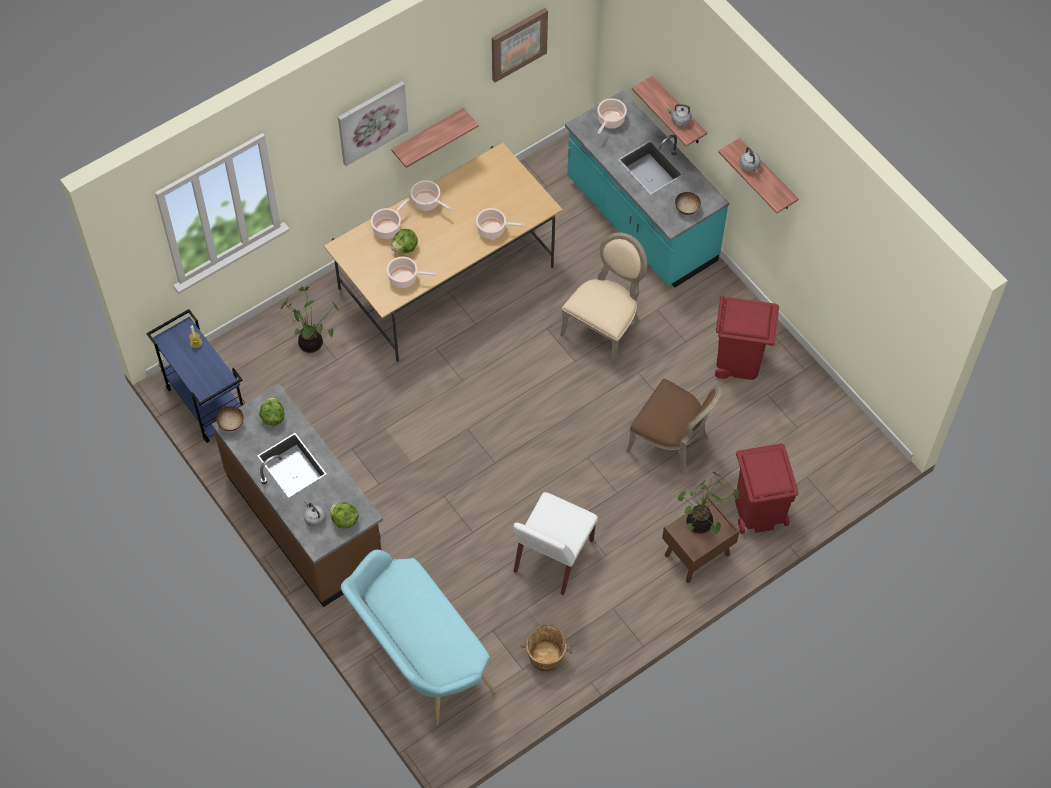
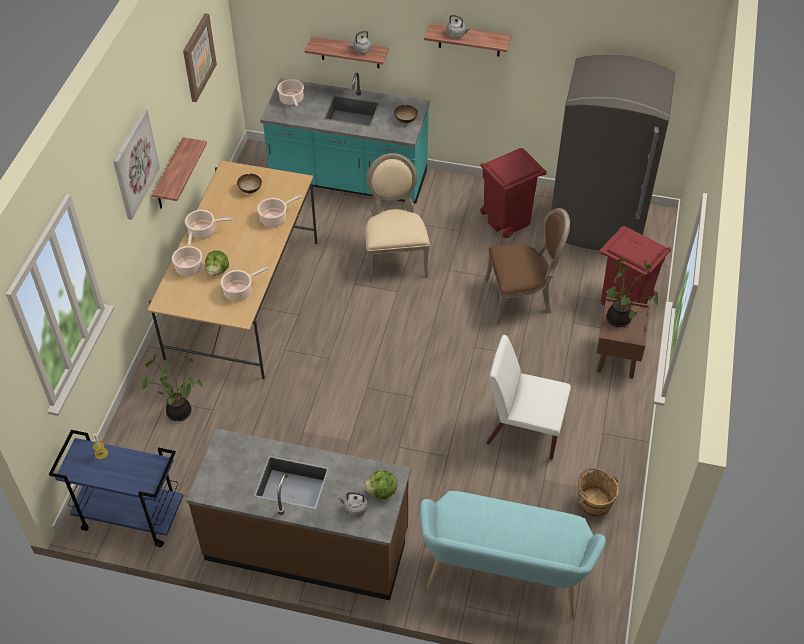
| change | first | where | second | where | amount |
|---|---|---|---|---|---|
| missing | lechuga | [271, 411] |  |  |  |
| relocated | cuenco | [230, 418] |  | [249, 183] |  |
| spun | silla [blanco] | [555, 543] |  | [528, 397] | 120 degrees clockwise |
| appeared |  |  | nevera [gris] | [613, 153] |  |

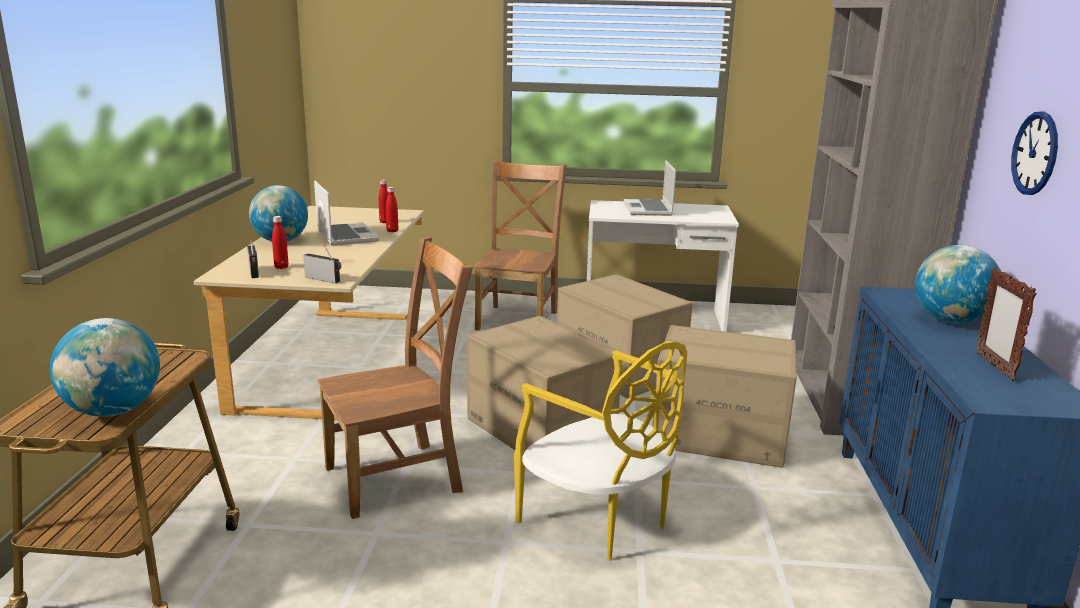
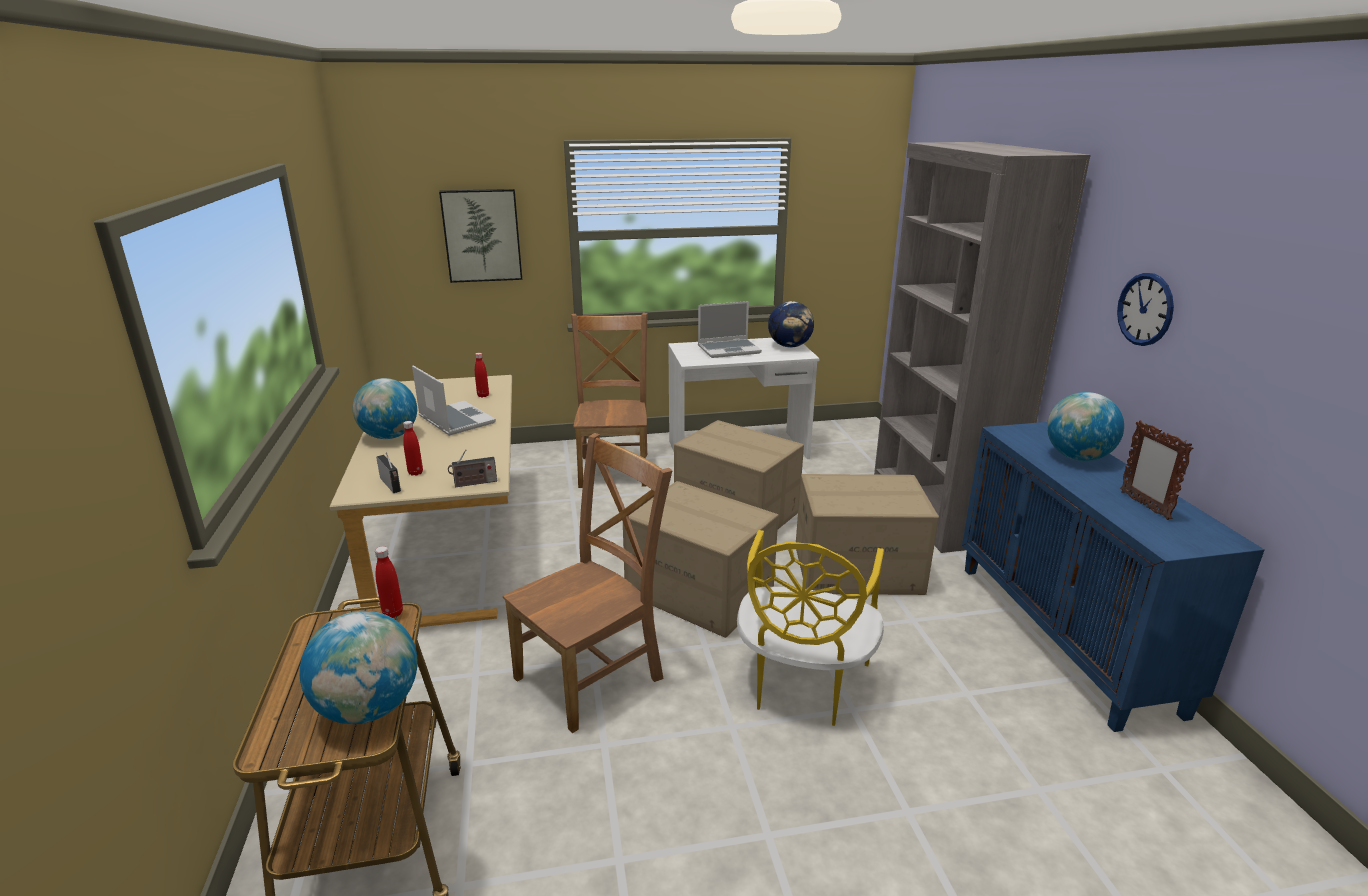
| change | first | where | second | where | amount |
|---|---|---|---|---|---|
| spun | portátil | [650, 188] |  | [730, 329] | 90 degrees counterclockwise |
| relocated | botella [rojo] | [392, 209] |  | [389, 582] |  |
| spun | radio | [322, 264] |  | [472, 468] | 150 degrees clockwise |
| spun | silla [amarillo] | [600, 451] |  | [810, 628] | 75 degrees clockwise |
| appeared |  |  | cuadro | [480, 236] |  |
| appeared |  |  | globo terráqueo | [791, 324] |  |

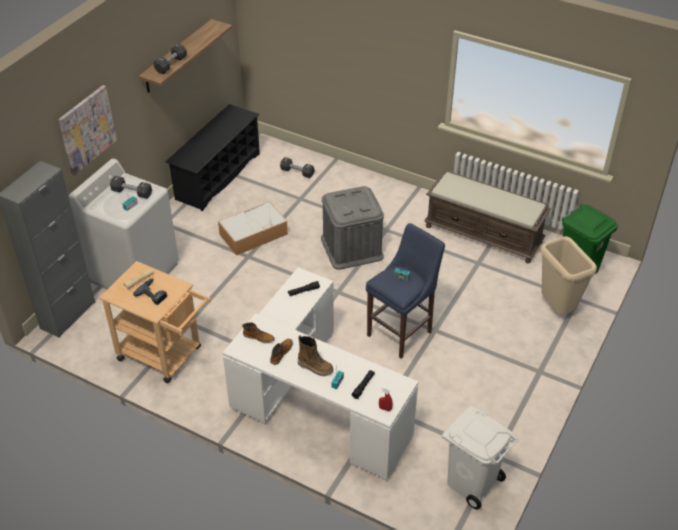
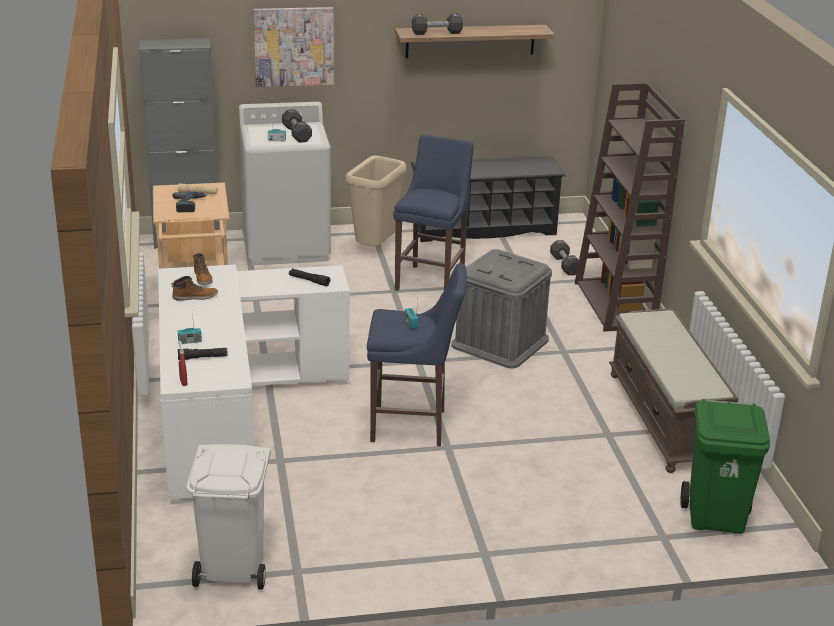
| change | first | where | second | where | amount |
|---|---|---|---|---|---|
| exchanged | caja de almacenaje | [253, 228] | taburete [azul] | [433, 212] |  |
| relocated | papelera [beis] | [569, 275] |  | [375, 201] |  |
| missing | bota | [315, 355] |  |  |  |
| appeared |  |  | estantería [marrón] | [630, 207] |  |

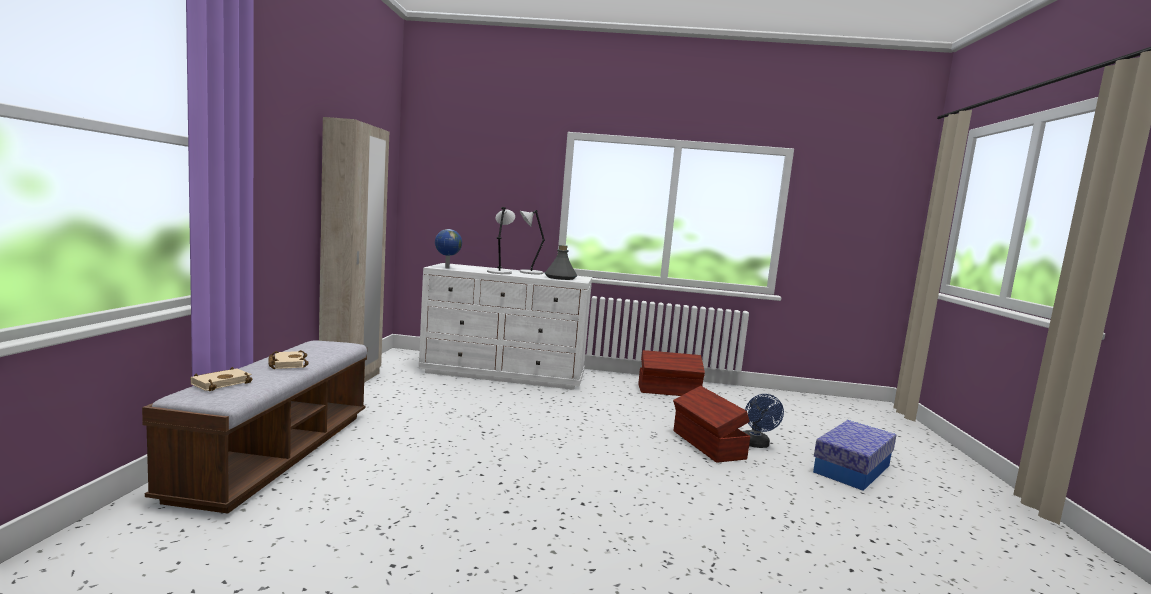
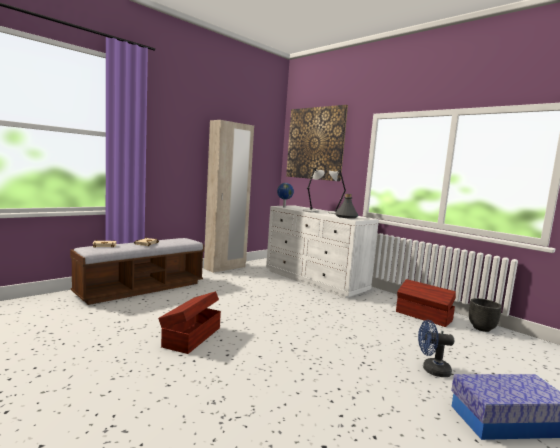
| change | first | where | second | where | amount |
|---|---|---|---|---|---|
| relocated | caja de almacenaje [marrón] | [711, 424] |  | [189, 322] |  |
| spun | ventilador [azul] | [763, 421] |  | [436, 348] | 60 degrees clockwise |
| appeared |  |  | cuadro | [317, 143] |  |
| appeared |  |  | maceta [negro] | [485, 315] |  |

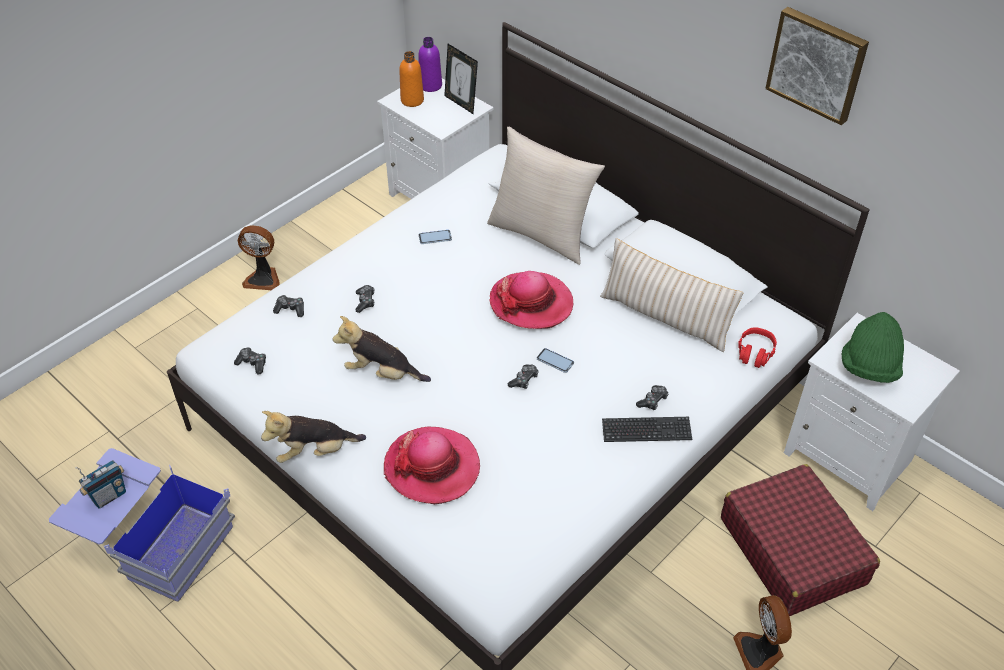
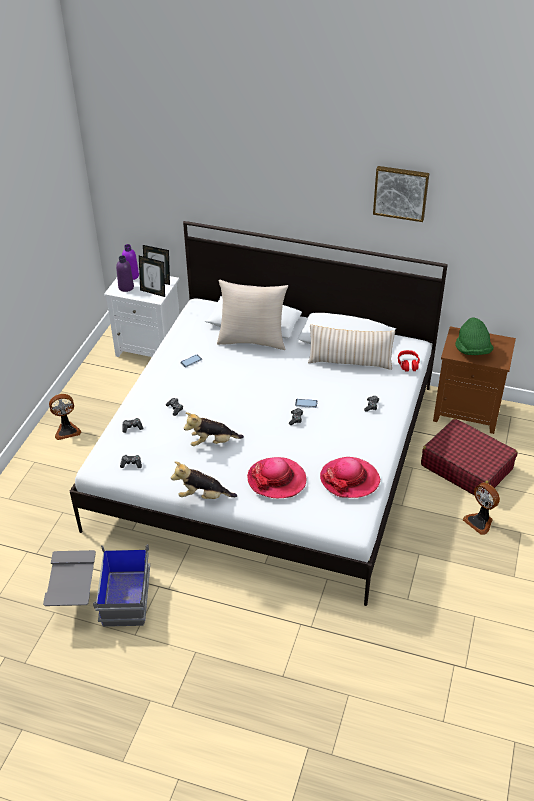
| change | first | where | second | where | amount |
|---|---|---|---|---|---|
| colour | botella [naranja] | [411, 79] | botella [morado] | [125, 274] |  |
| relocated | sombrero | [532, 300] |  | [350, 477] |  |
| colour | mesita de noche [blanco] | [872, 412] | mesita de noche [marrón] | [474, 380] |  |
| spun | peluche | [313, 437] |  | [204, 480] | 45 degrees clockwise |
| missing | teclado | [647, 429] |  |  |  |
| colour | caja de almacenaje [azul] | [142, 525] | caja de almacenaje [gris] | [96, 585] |  |
| missing | radio | [101, 484] |  |  |  |
| appeared |  |  | portarretratos | [152, 276] |  |

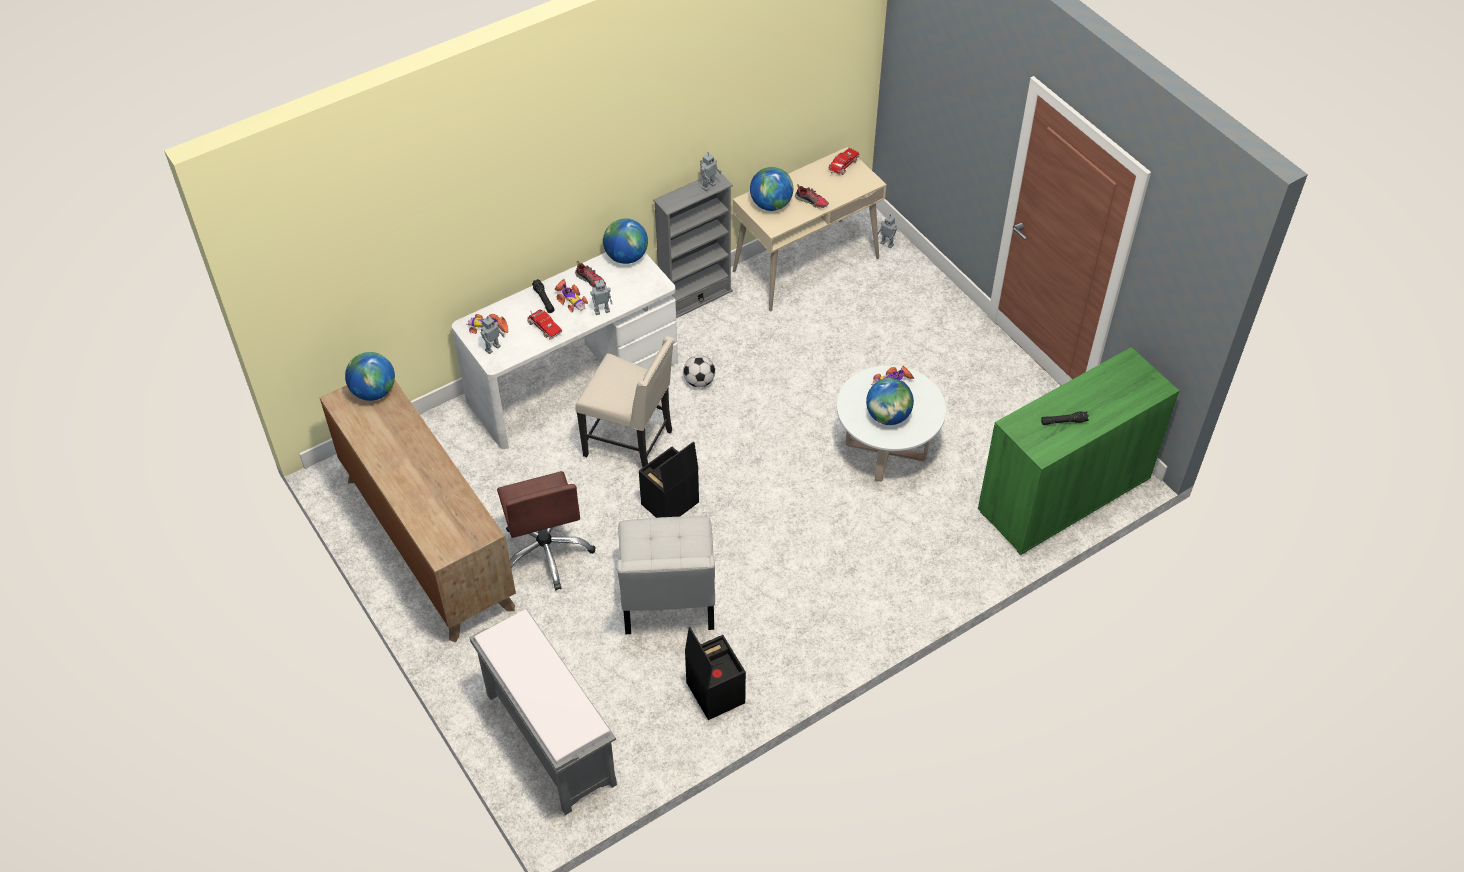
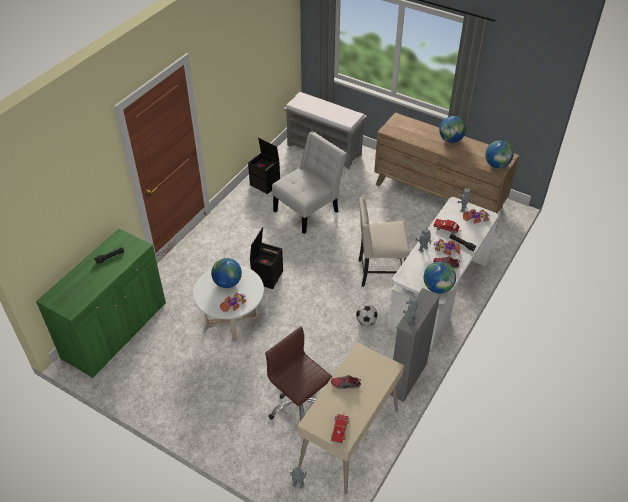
| change | first | where | second | where | amount |
|---|---|---|---|---|---|
| relocated | globo terráqueo | [771, 189] |  | [452, 129] |  |
| relocated | caja de almacenaje [negro] | [669, 479] |  | [266, 258] |  |
| relocated | silla de oficina [marrón] | [546, 530] |  | [298, 373] |  |
| spun | silla [blanco] | [666, 575] |  | [309, 183] | 75 degrees clockwise |

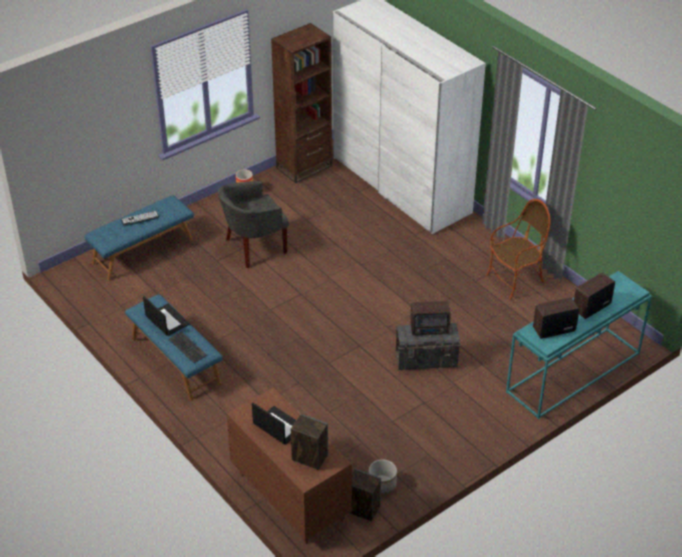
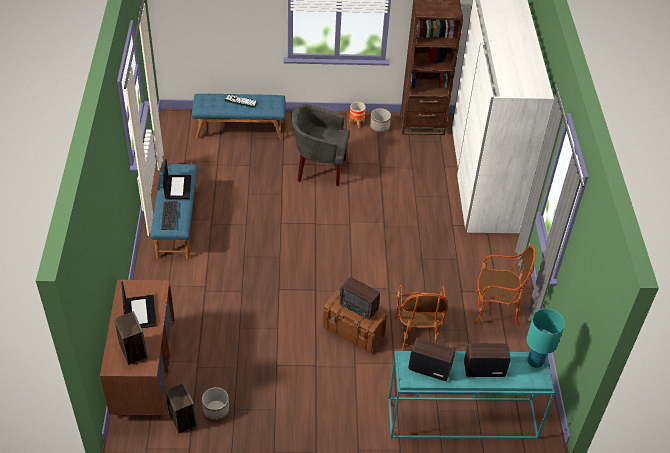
| change | first | where | second | where | amount |
|---|---|---|---|---|---|
| colour | caja de almacenaje [gris] | [428, 346] | caja de almacenaje [marrón] | [355, 321] |  |
| appeared |  |  | maceta | [380, 120] |  |
| appeared |  |  | sillón | [421, 318] |  |
| appeared |  |  | lámpara de mesa [turquesa] | [545, 338] |  |

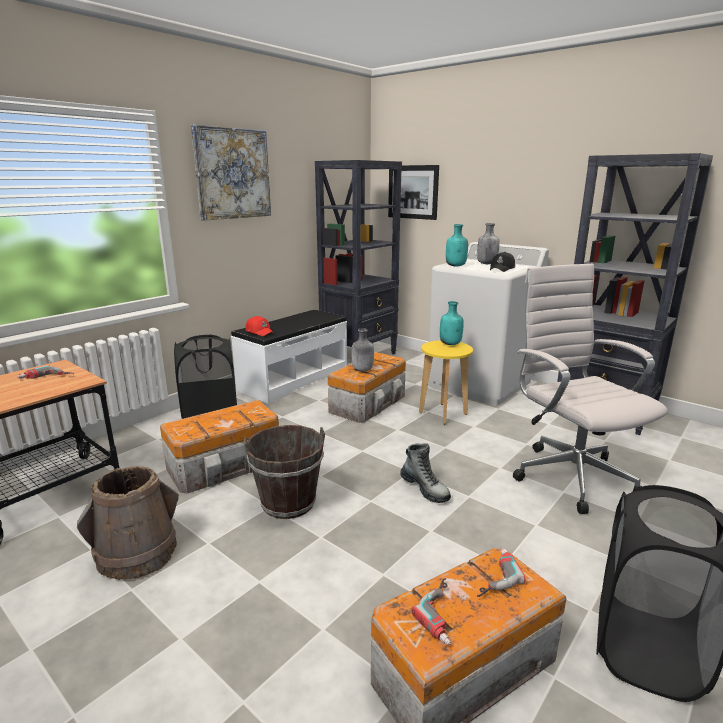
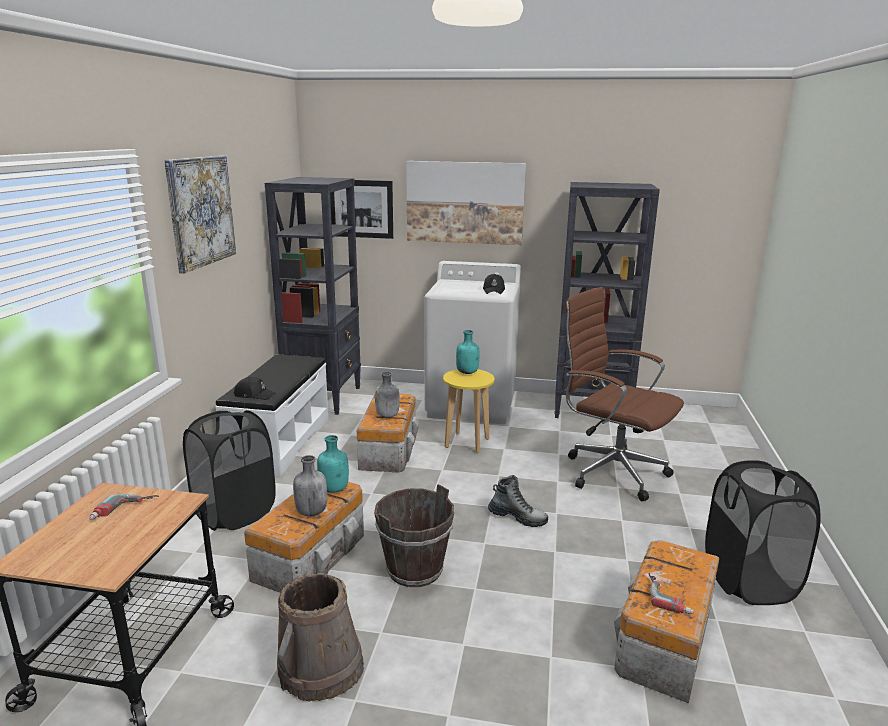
| change | first | where | second | where | amount |
|---|---|---|---|---|---|
| relocated | botella [gris] | [488, 243] |  | [310, 485] |  |
| relocated | botella [turquesa] | [457, 245] |  | [333, 464] |  |
| colour | silla de oficina [blanco] | [590, 389] | silla de oficina [marrón] | [624, 394] |  |
| colour | gorra [rojo] | [259, 326] | gorra [negro] | [255, 388] |  |
| missing | taladro | [501, 572] |  |  |  |
| appeared |  |  | cuadro | [466, 203] |  |

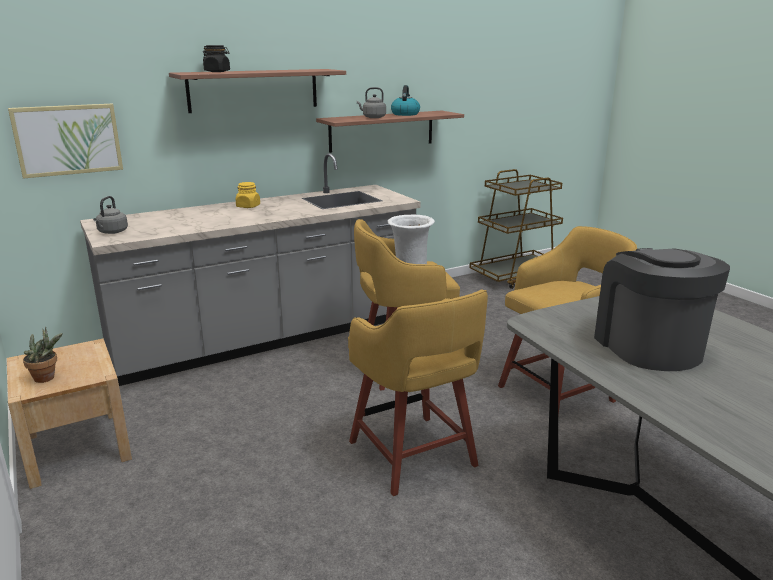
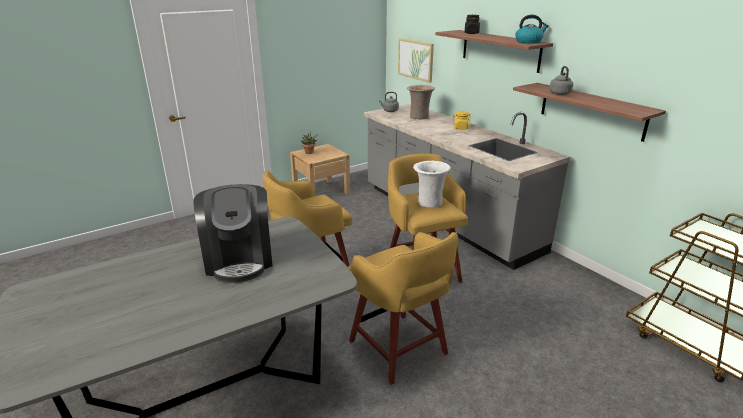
| change | first | where | second | where | amount |
|---|---|---|---|---|---|
| relocated | hervidor | [405, 100] |  | [532, 29] |  |
| spun | cafetera | [662, 309] |  | [233, 233] | 90 degrees clockwise |
| appeared |  |  | florero [beis] | [421, 102] |  |

